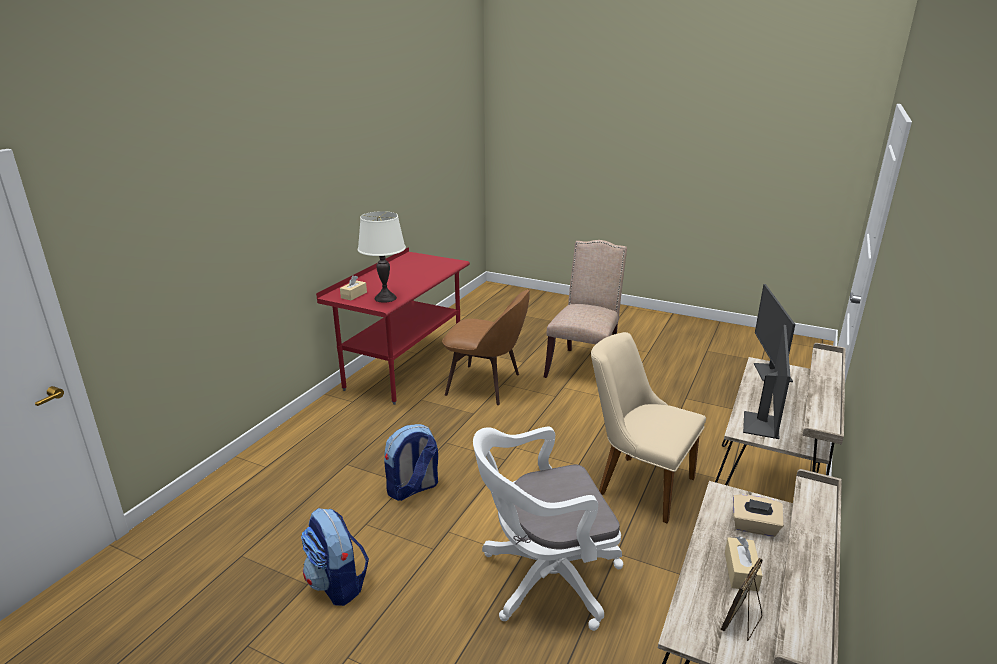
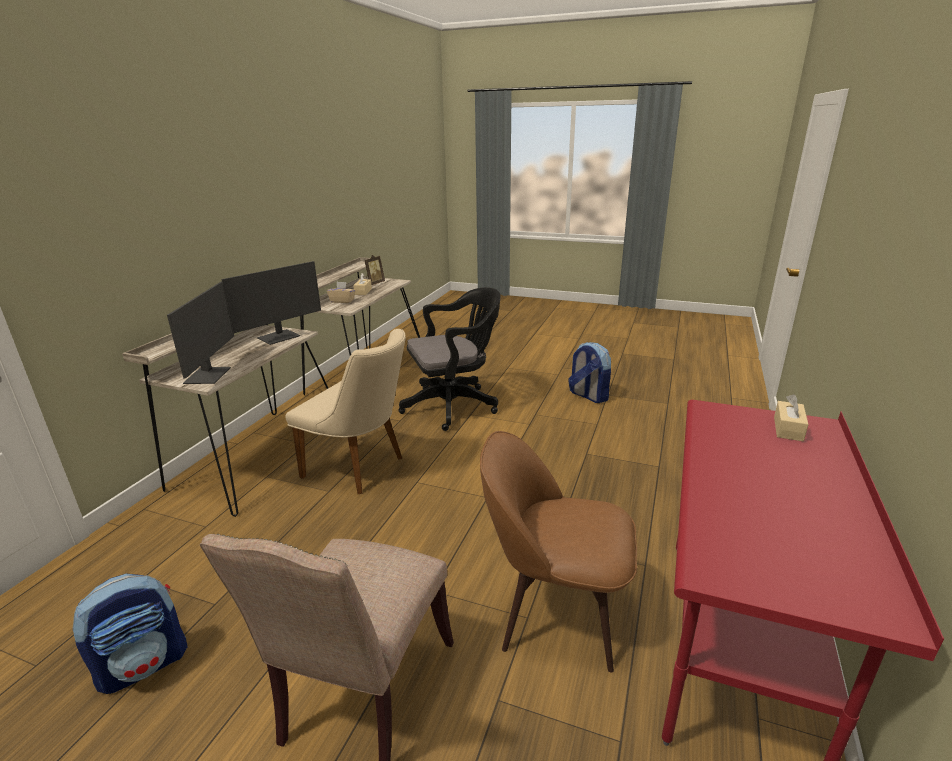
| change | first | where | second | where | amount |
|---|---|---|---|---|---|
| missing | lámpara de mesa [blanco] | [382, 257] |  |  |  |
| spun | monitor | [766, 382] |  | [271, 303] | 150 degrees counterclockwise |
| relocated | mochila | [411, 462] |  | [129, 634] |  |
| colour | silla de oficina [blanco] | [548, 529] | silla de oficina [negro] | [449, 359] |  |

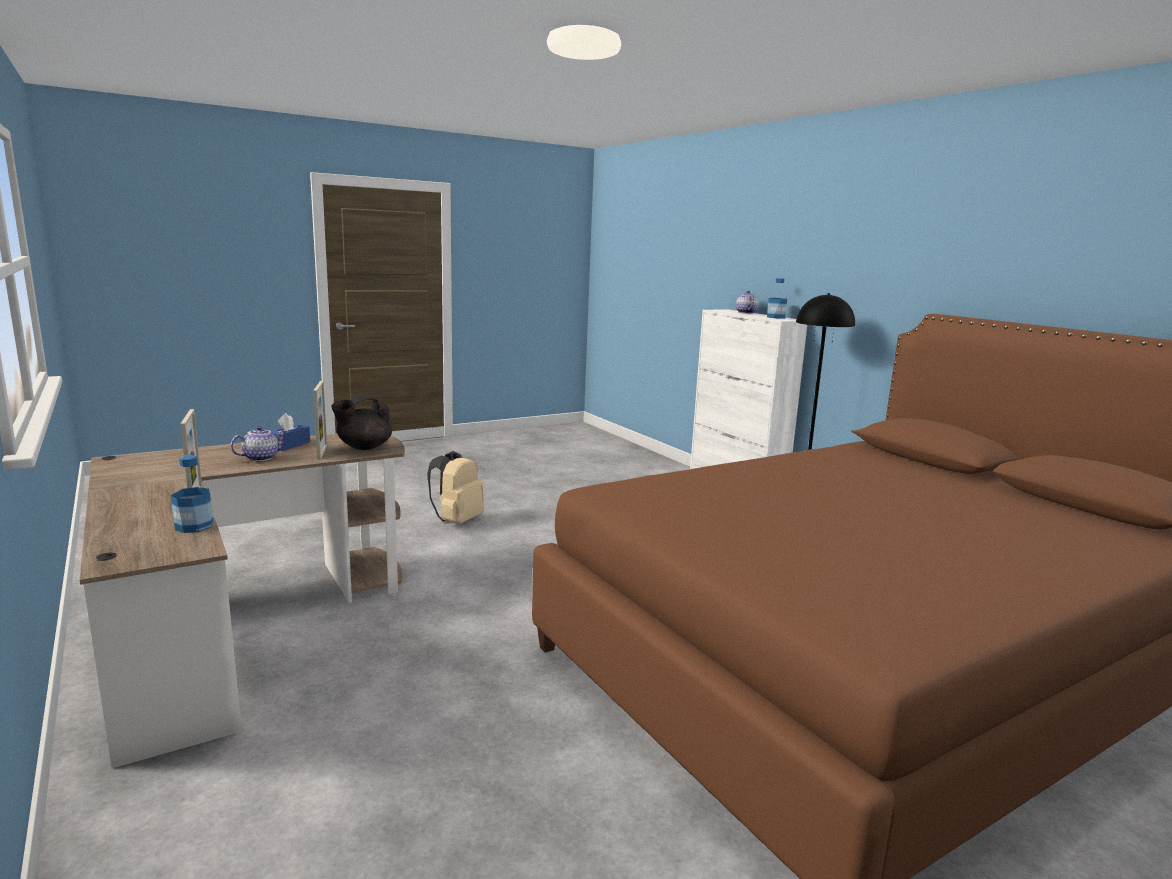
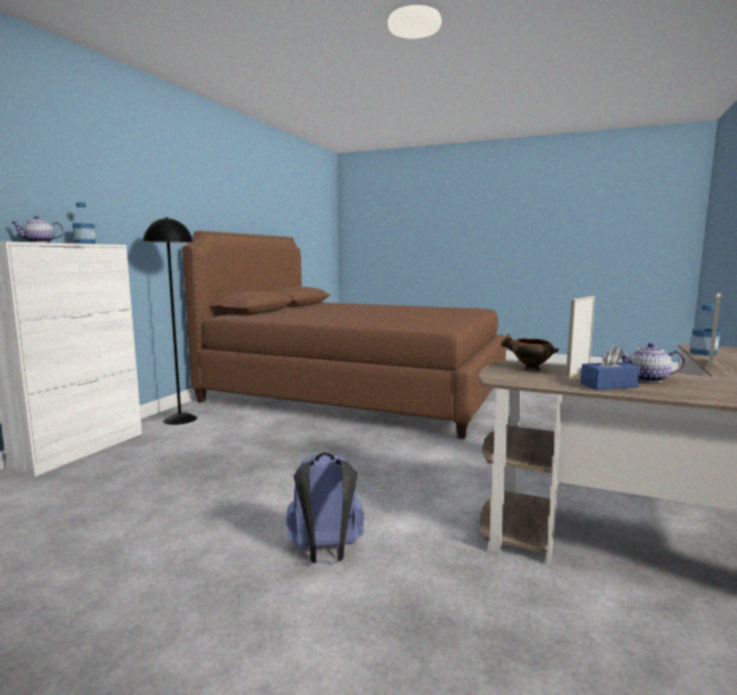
| change | first | where | second | where | amount |
|---|---|---|---|---|---|
| exchanged | tetera [negro] | [361, 423] | cuenco | [530, 352] |  |
| colour | mochila [beis] | [455, 487] | mochila [azul] | [325, 507] |  |

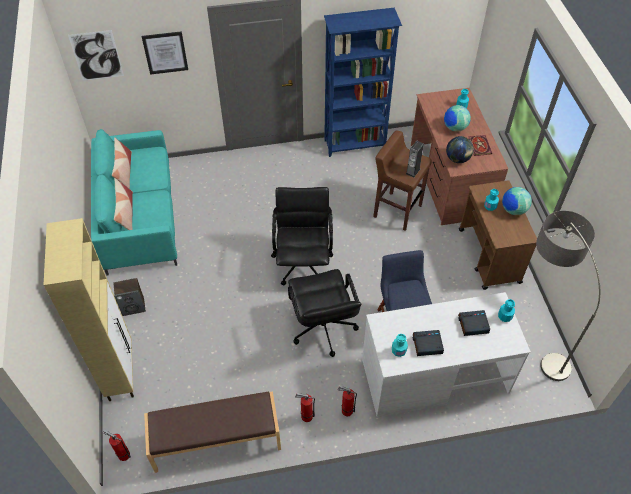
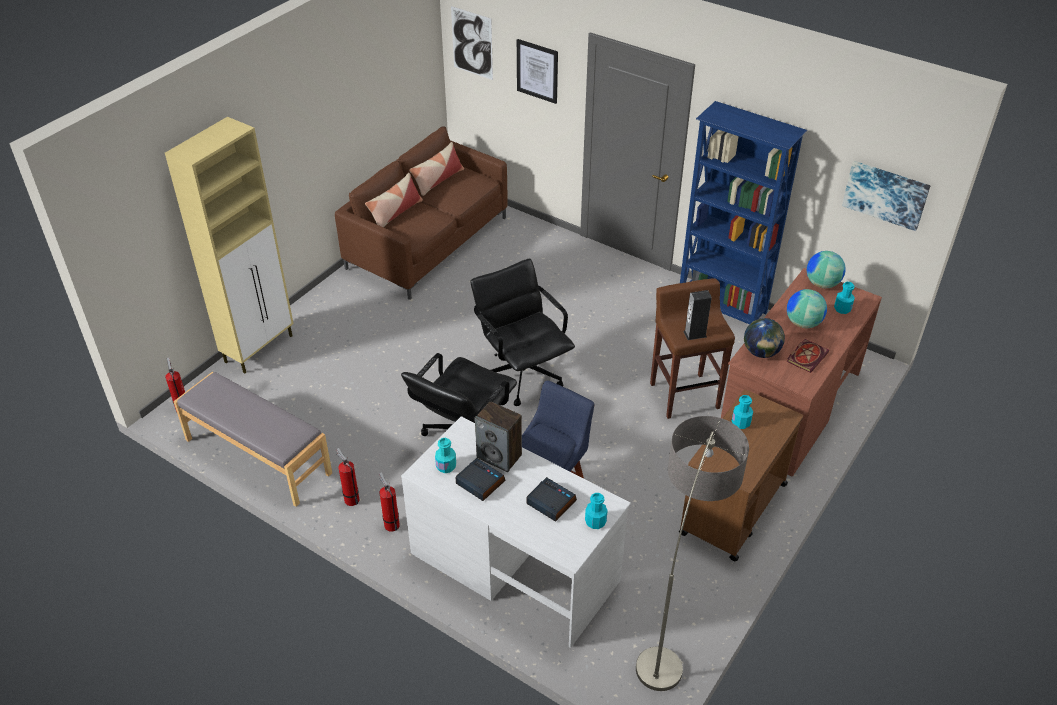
| change | first | where | second | where | amount |
|---|---|---|---|---|---|
| colour | sofá [turquesa] | [134, 202] | sofá [marrón] | [421, 213] |  |
| spun | silla de oficina [negro] | [302, 236] |  | [522, 332] | 75 degrees counterclockwise |
| relocated | globo terráqueo | [517, 201] |  | [826, 269] |  |
| relocated | altavoz | [129, 297] |  | [498, 436] |  |
| colour | banco [marrón] | [212, 432] | banco [gris] | [252, 439] |  |
| appeared |  |  | cuadro | [886, 196] |  |

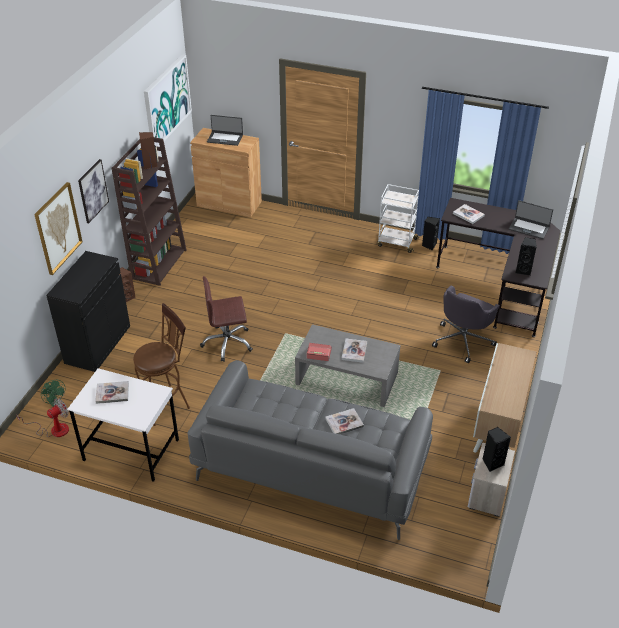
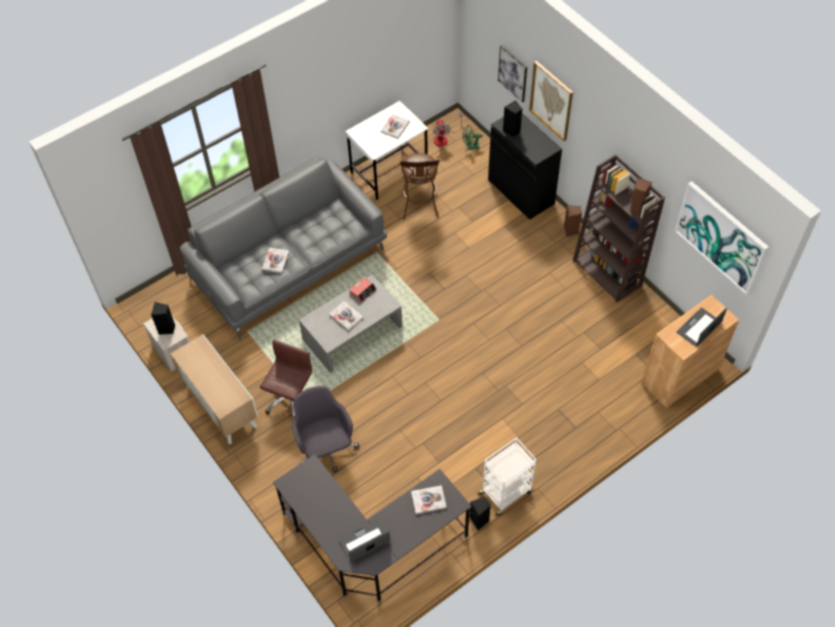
| change | first | where | second | where | amount |
|---|---|---|---|---|---|
| relocated | cuadro | [93, 191] |  | [512, 74] |  |
| relocated | altavoz [negro] | [526, 256] |  | [512, 118] |  |
| relocated | silla de oficina [marrón] | [226, 319] |  | [286, 379] |  |

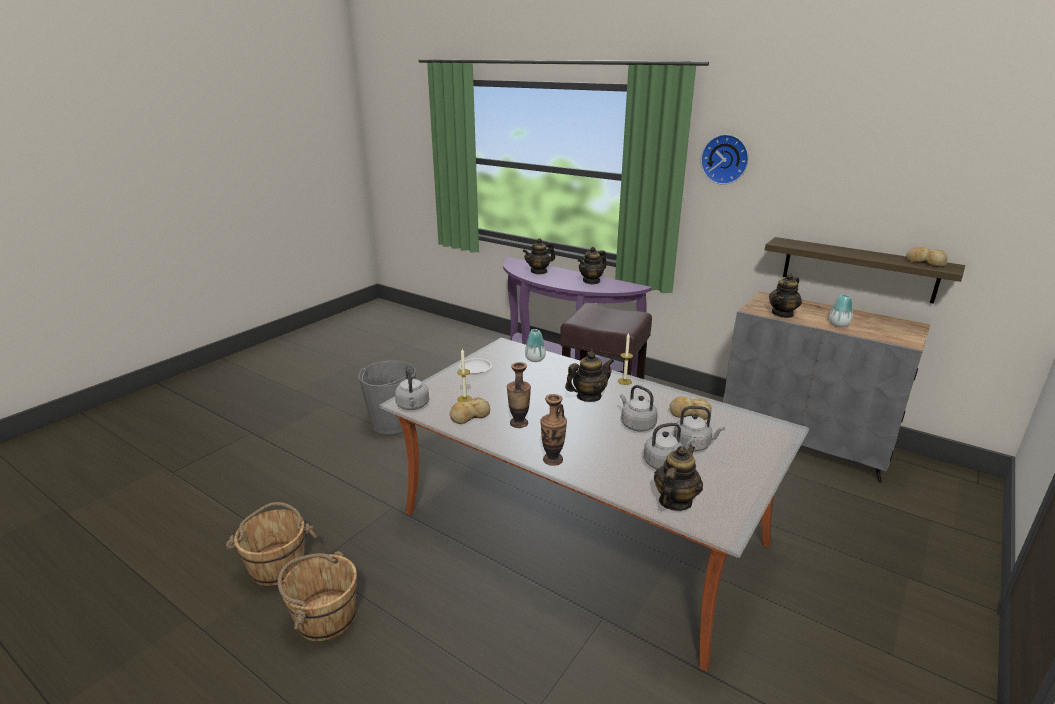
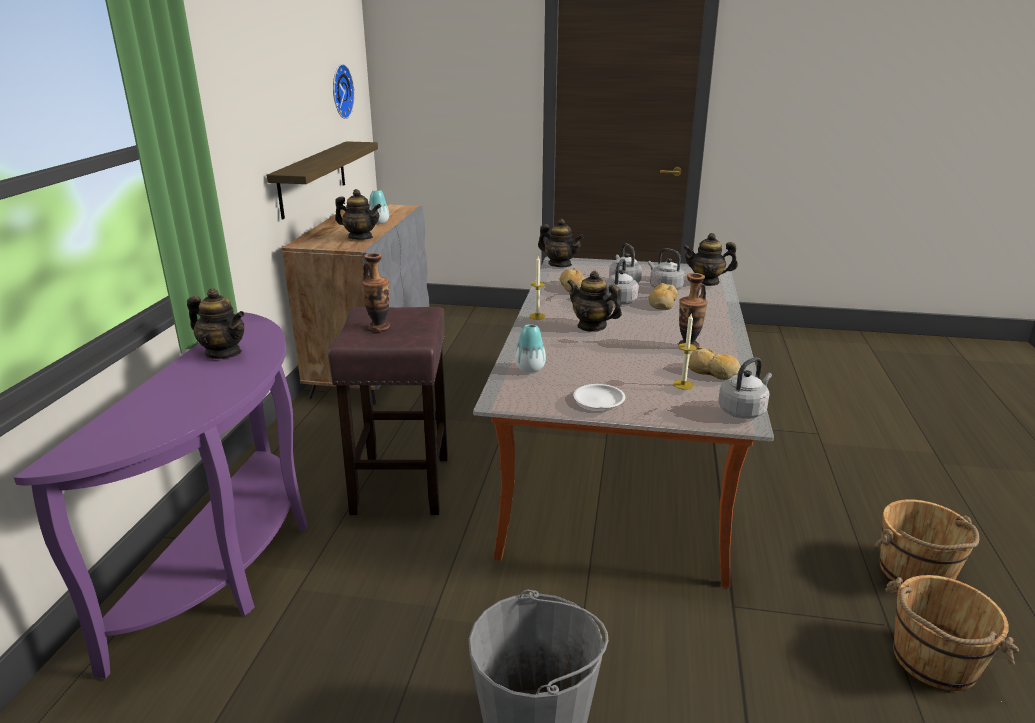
| change | first | where | second | where | amount |
|---|---|---|---|---|---|
| relocated | reloj de pared | [725, 159] |  | [344, 91] |  |
| relocated | tetera | [539, 256] |  | [560, 243] |  |
| relocated | pan | [926, 257] |  | [663, 296] |  |
| relocated | florero | [553, 430] |  | [375, 292] |  |

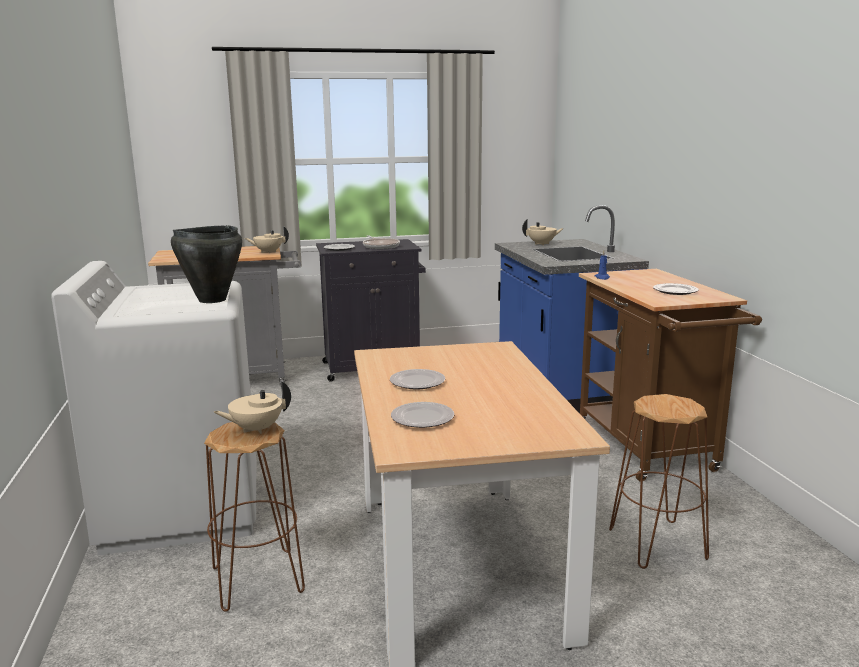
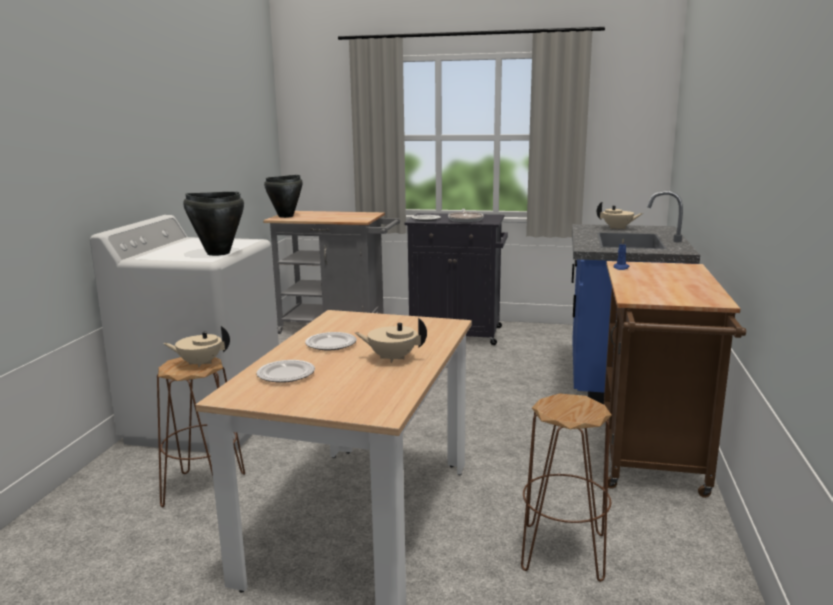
| change | first | where | second | where | amount |
|---|---|---|---|---|---|
| relocated | tetera [beis] | [267, 240] |  | [391, 340] |  |
| missing | plato | [676, 289] |  |  |  |
| appeared |  |  | olla [negro] | [283, 196] |  |

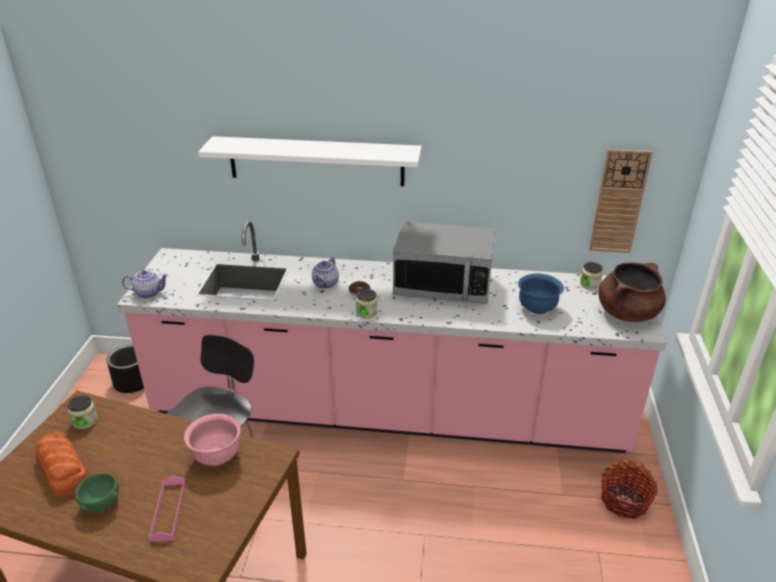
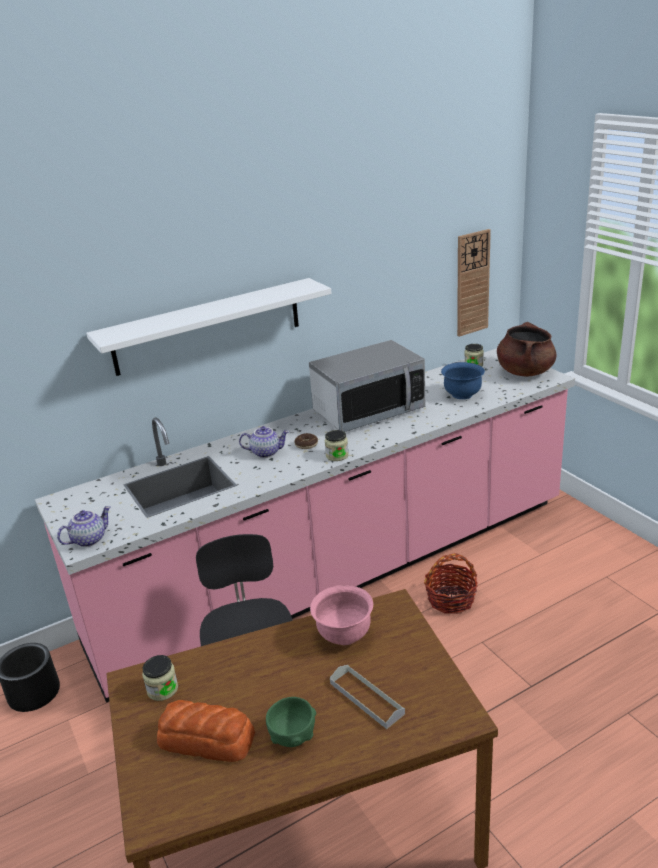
| change | first | where | second | where | amount |
|---|---|---|---|---|---|
| spun | tetera | [325, 273] |  | [264, 442] | 75 degrees counterclockwise |
| relocated | cesta | [629, 489] |  | [451, 583] |  |
| colour | bandeja [rosa] | [167, 509] | bandeja [gris] | [367, 697] |  |

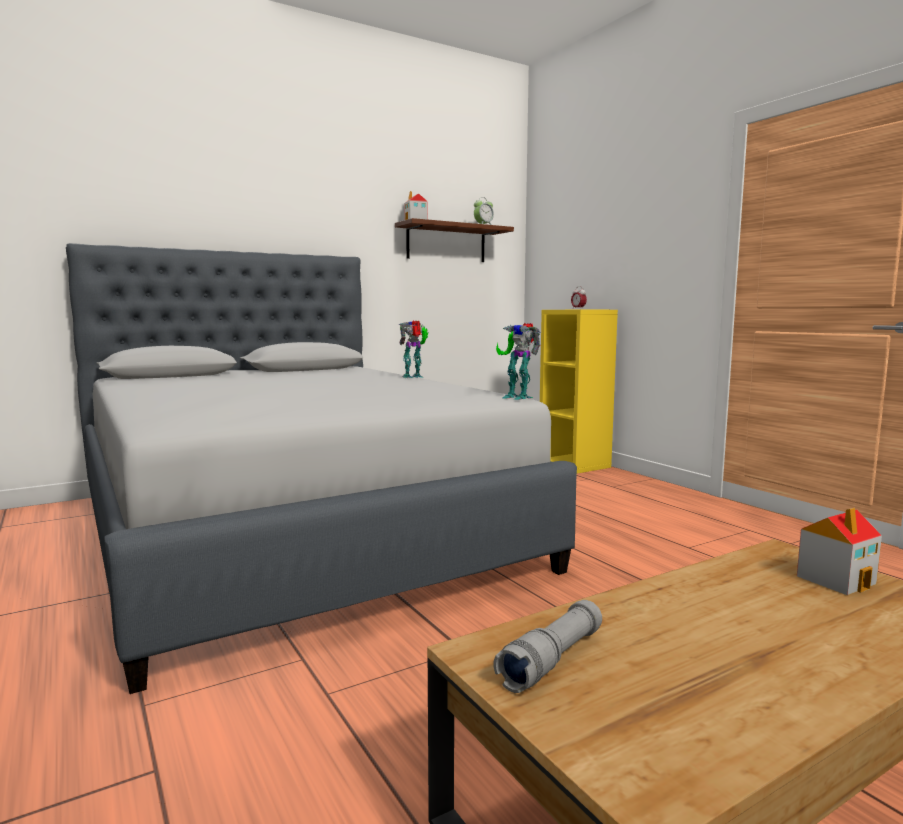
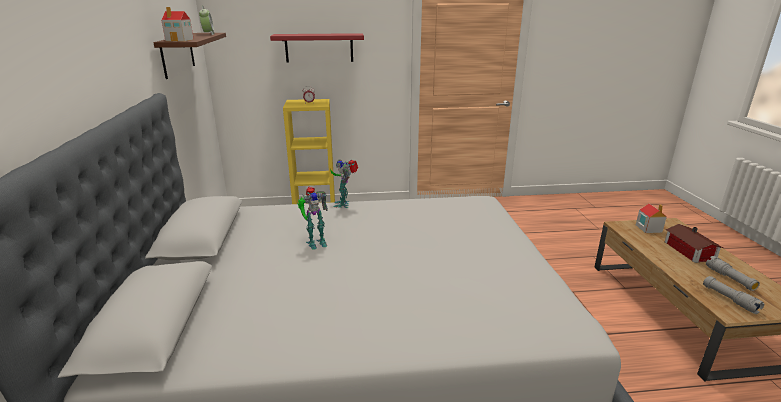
| change | first | where | second | where | amount |
|---|---|---|---|---|---|
| relocated | robot de juguete | [518, 361] |  | [312, 218] |  |
| appeared |  |  | estante [rojo] | [317, 48] |  |
| appeared |  |  | casita | [694, 243] |  |
| appeared |  |  | linterna [gris] | [733, 273] |  |

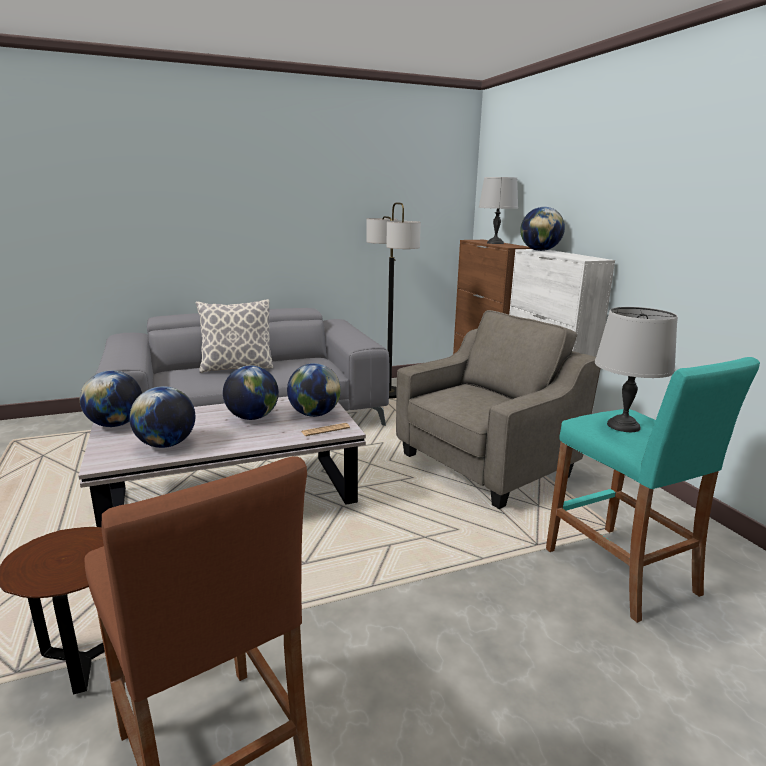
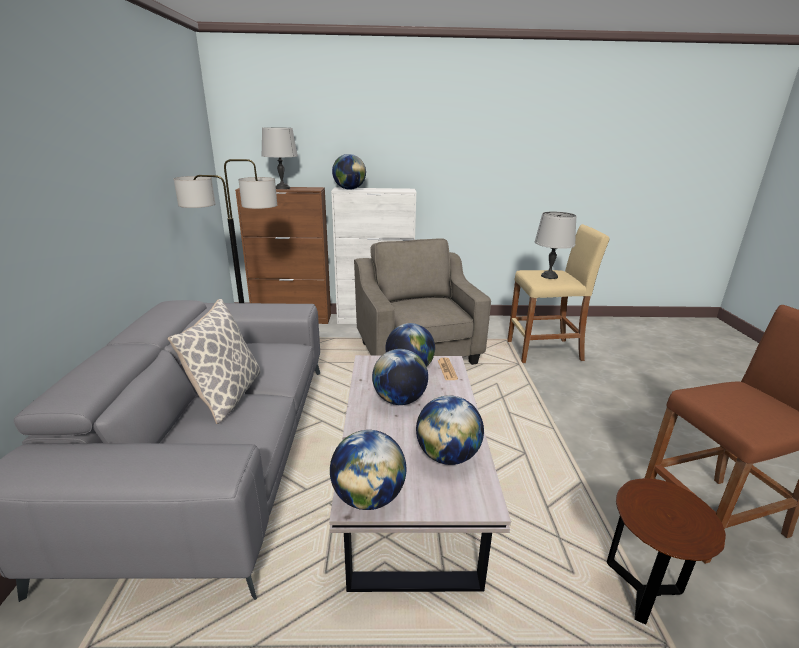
| change | first | where | second | where | amount |
|---|---|---|---|---|---|
| colour | taburete [turquesa] | [653, 490] | taburete [beis] | [558, 293] |  |

